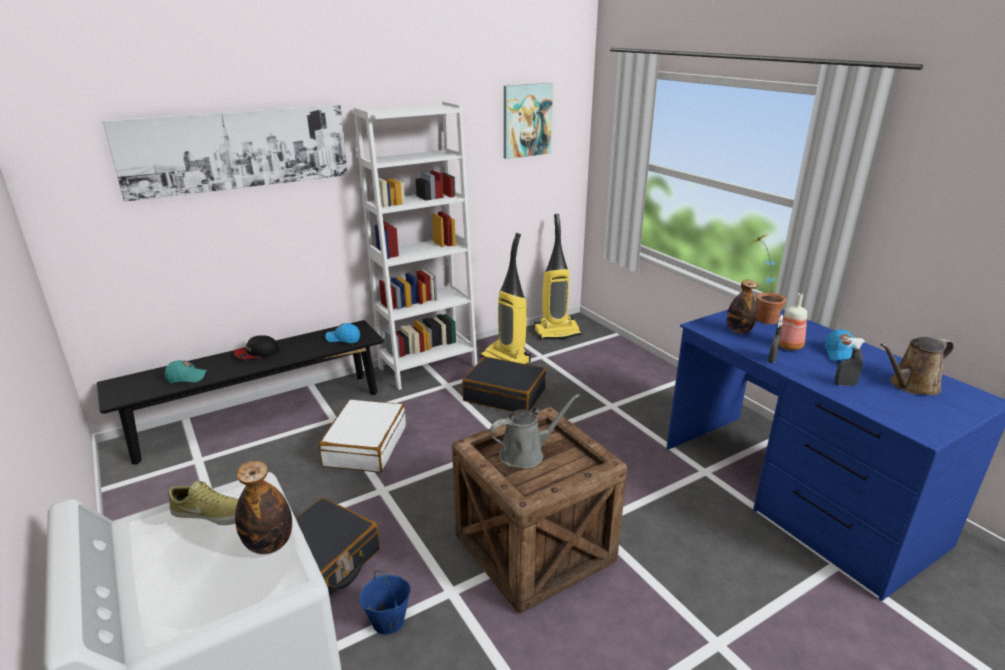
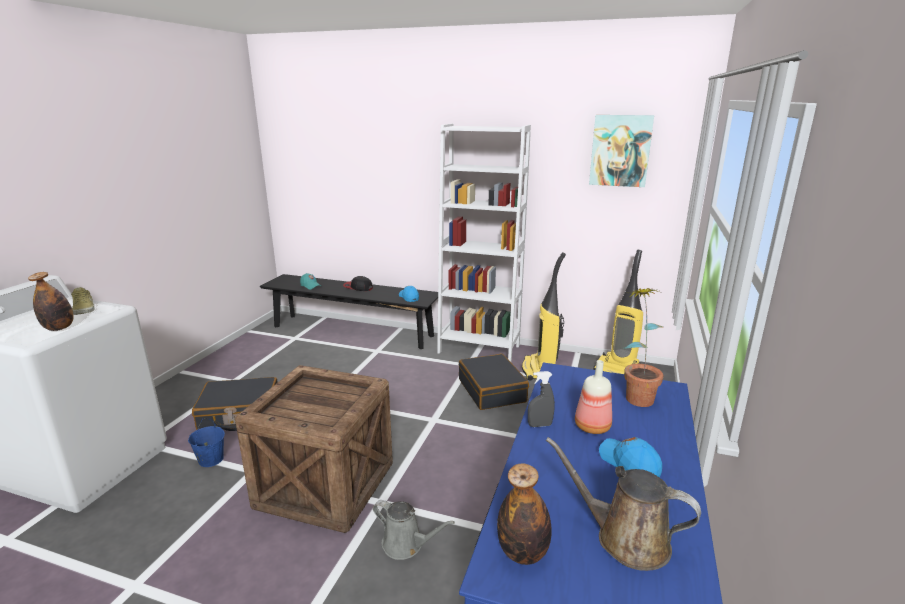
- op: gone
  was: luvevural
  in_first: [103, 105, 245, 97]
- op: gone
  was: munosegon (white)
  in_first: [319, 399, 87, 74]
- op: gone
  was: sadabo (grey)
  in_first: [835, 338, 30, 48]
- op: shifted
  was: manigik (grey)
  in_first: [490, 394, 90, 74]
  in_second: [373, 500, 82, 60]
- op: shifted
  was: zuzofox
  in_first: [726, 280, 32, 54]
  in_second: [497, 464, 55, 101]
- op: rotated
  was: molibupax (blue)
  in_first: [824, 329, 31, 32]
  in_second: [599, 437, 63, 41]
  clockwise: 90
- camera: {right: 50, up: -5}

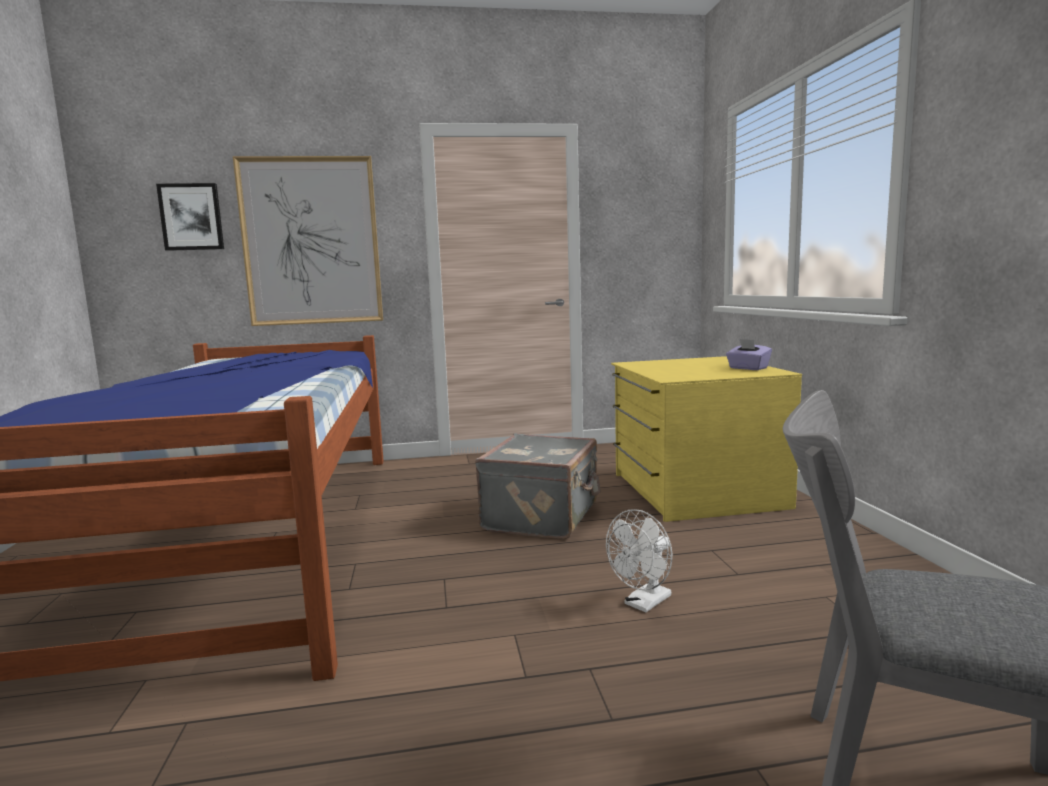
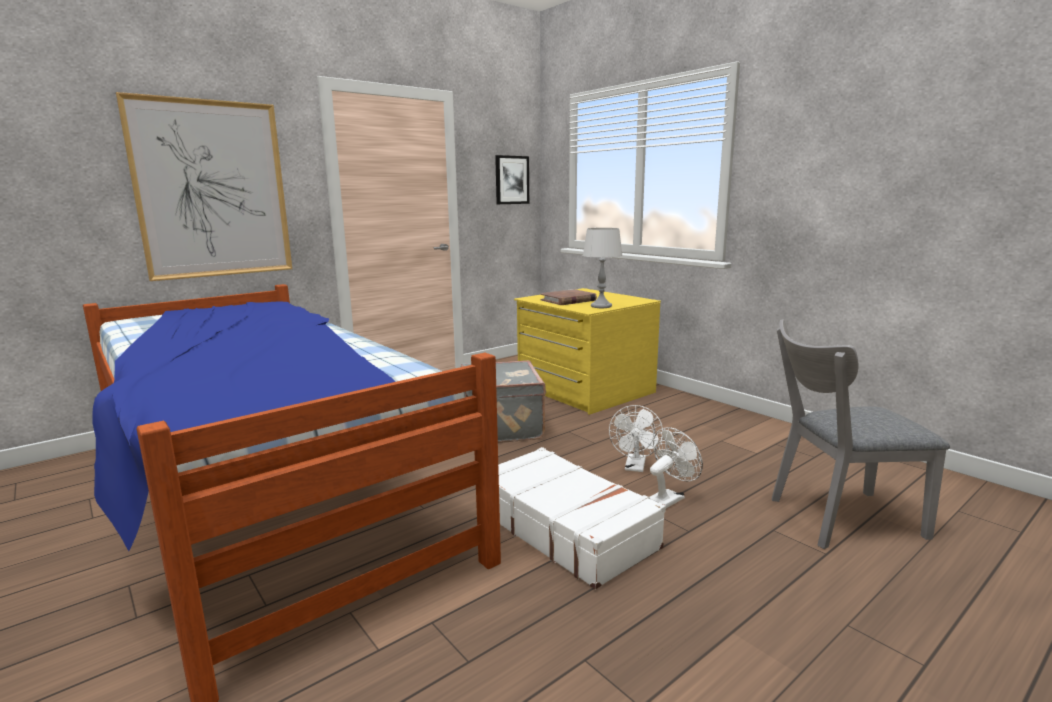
- op: gone
  was: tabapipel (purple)
  in_first: [726, 339, 46, 31]
- op: new
  now: munosegon (white)
  in_second: [498, 447, 168, 143]
- op: new
  now: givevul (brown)
  in_second: [540, 289, 57, 16]
- op: new
  now: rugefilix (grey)
  in_second: [582, 228, 41, 80]
- op: new
  now: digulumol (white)
  in_second: [650, 427, 53, 81]
- op: shifted
  was: luvevural
  in_first: [156, 183, 68, 68]
  in_second: [495, 155, 34, 49]
- camera: {right: -30, up: 5}

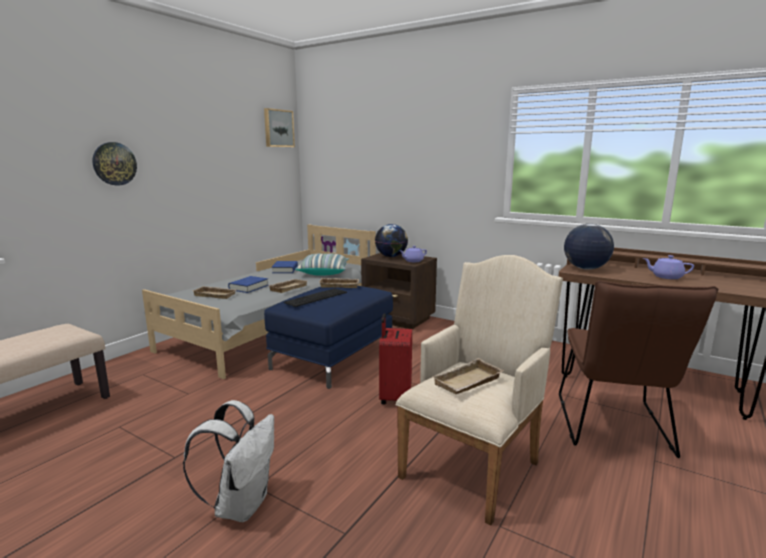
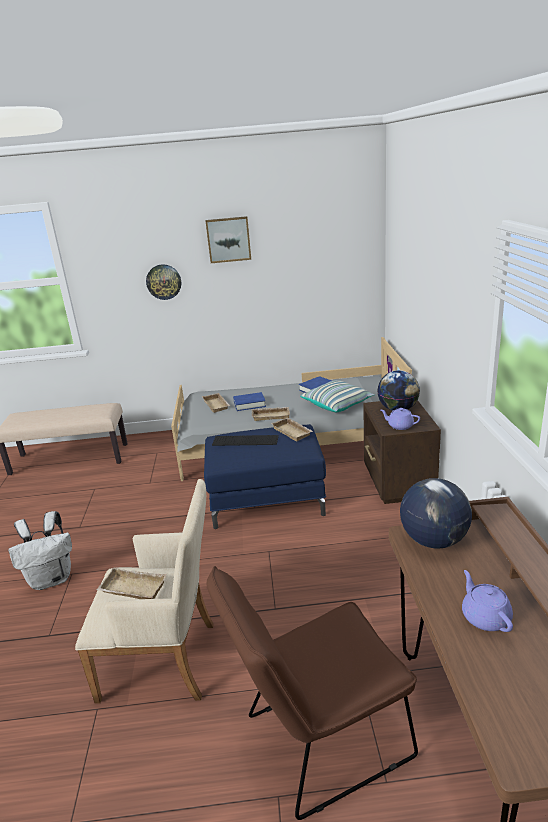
- op: gone
  was: munosegon (red)
  in_first: [379, 313, 33, 91]
- op: shifted
  was: luvevural
  in_first: [264, 108, 31, 39]
  in_second: [205, 216, 46, 47]
- camera: {right: 55, up: 10}

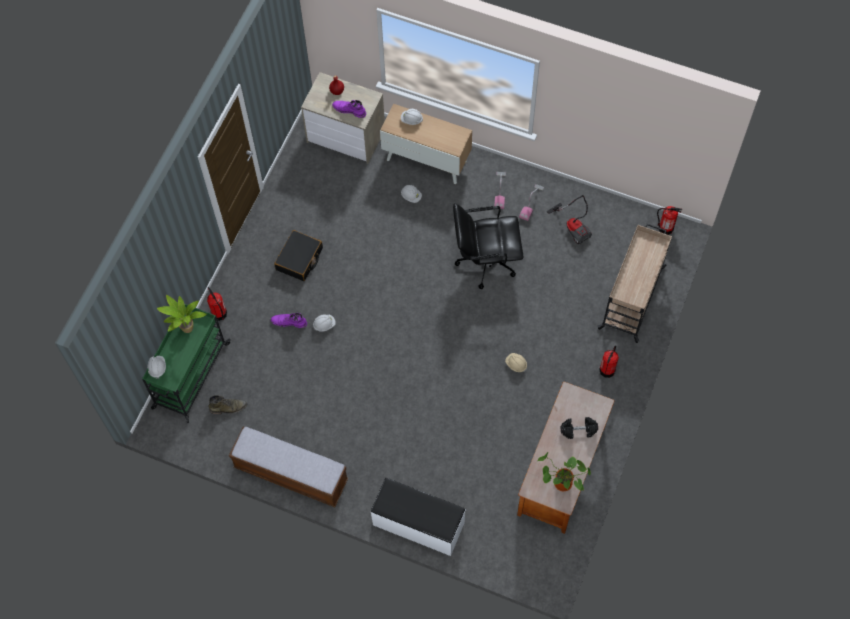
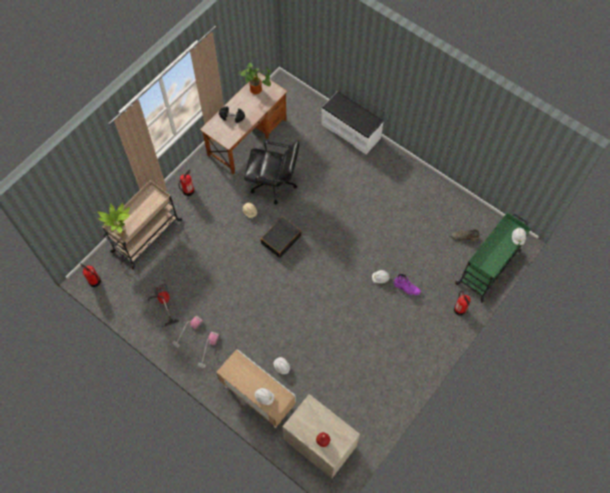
- op: gone
  was: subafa
  in_first: [229, 427, 119, 80]
- op: gone
  was: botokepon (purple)
  in_first: [332, 100, 34, 18]
- op: shifted
  was: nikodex
  in_first: [157, 295, 49, 38]
  in_second: [97, 203, 33, 34]
- op: shifted
  was: munosegon (black)
  in_first: [274, 230, 49, 51]
  in_second: [261, 216, 40, 42]
- op: shifted
  was: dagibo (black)
  in_first: [453, 203, 70, 86]
  in_second: [244, 141, 56, 63]
- camera: {right: -165, up: 0}

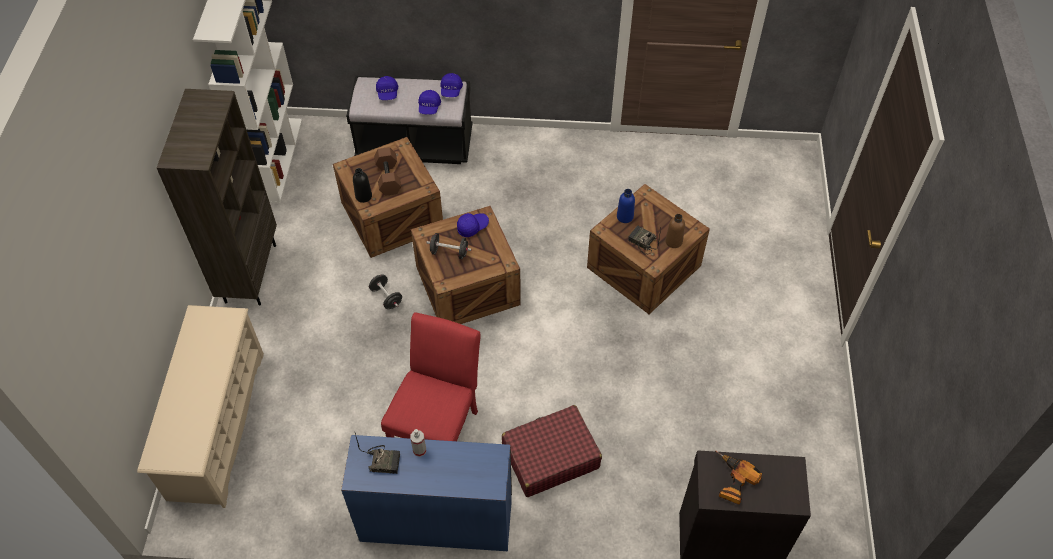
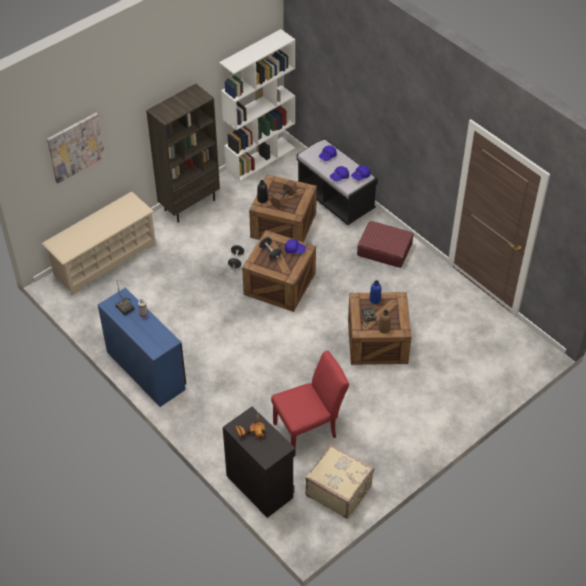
- op: new
  now: luvevural
  in_second: [47, 112, 58, 71]
- op: new
  now: munosegon (beige)
  in_second: [305, 444, 69, 75]
- op: shifted
  was: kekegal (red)
  in_first: [381, 312, 99, 129]
  in_second: [271, 350, 78, 98]
- op: shifted
  was: munosegon (red)
  in_first: [502, 405, 100, 92]
  in_second: [357, 221, 57, 47]
- camera: {right: 45, up: -5}

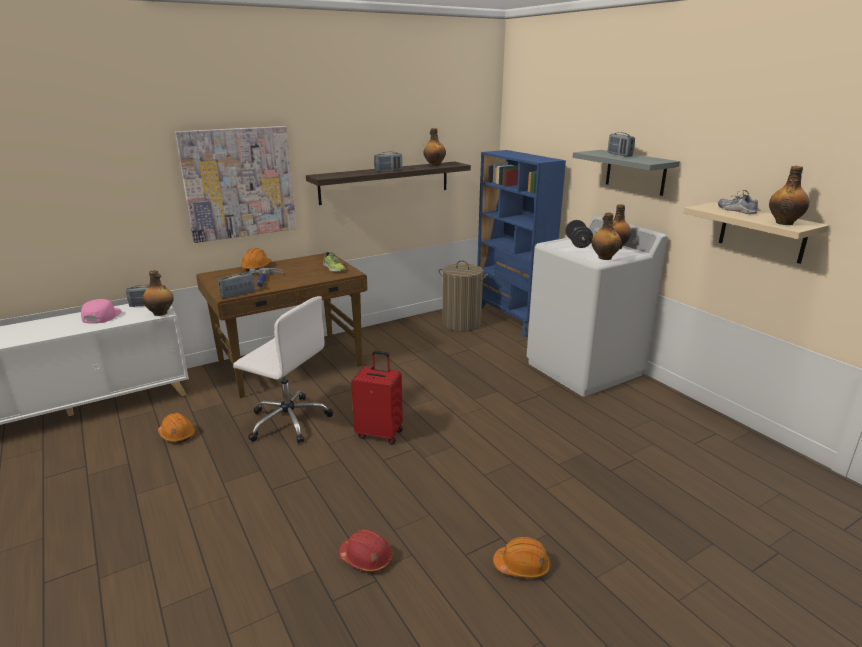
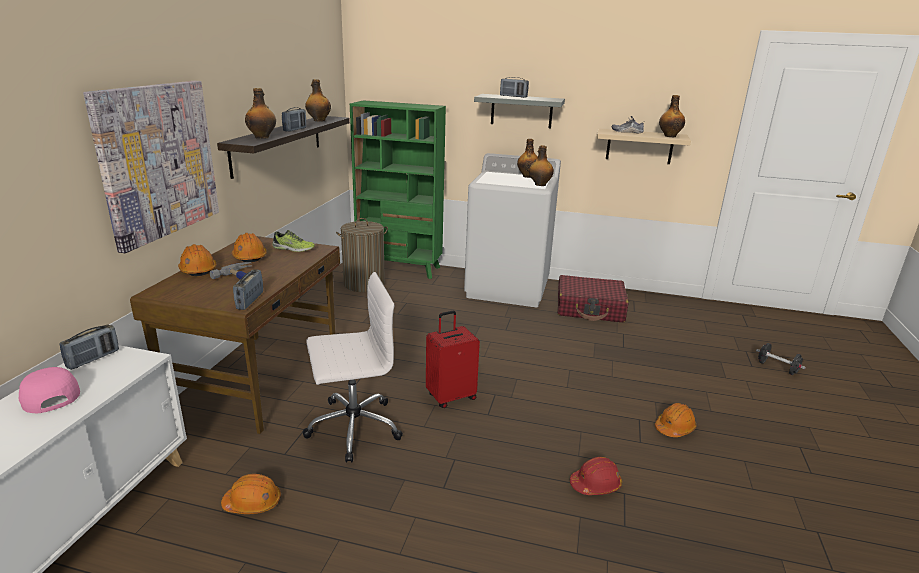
- op: new
  now: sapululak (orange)
  in_second: [232, 233, 35, 29]
- op: new
  now: munosegon (red)
  in_second: [558, 275, 71, 47]
- op: shifted
  was: zuzofox
  in_first: [142, 270, 32, 46]
  in_second: [245, 88, 31, 51]
- op: shifted
  was: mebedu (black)
  in_first: [565, 220, 28, 28]
  in_second: [756, 343, 50, 32]
- op: repainted
  was: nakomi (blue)
  now: nakomi (green)
  in_first: [477, 150, 89, 187]
  in_second: [350, 100, 96, 179]
- camera: {right: -45, up: 0}

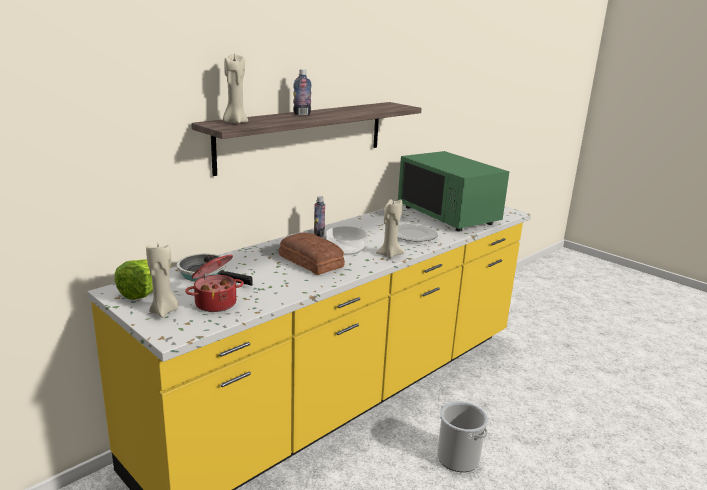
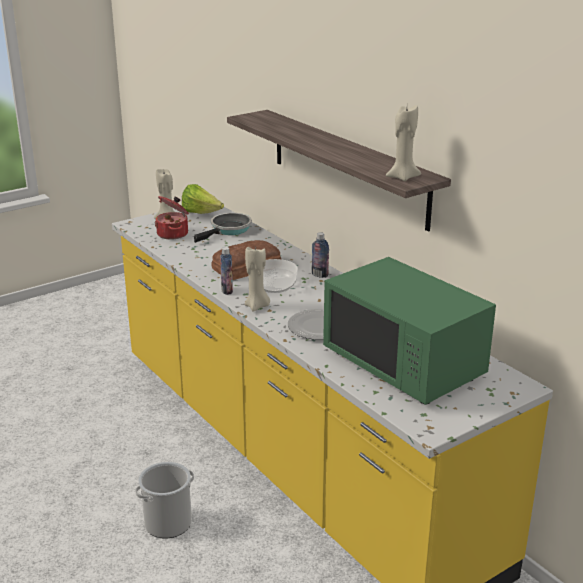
- op: shifted
  was: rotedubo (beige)
  in_first: [223, 54, 25, 69]
  in_second: [386, 105, 35, 76]
- op: shifted
  was: zuzofox
  in_first: [293, 69, 19, 46]
  in_second: [220, 247, 13, 48]
- op: rotated
  was: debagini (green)
  in_first: [398, 151, 112, 80]
  in_second: [323, 257, 173, 148]
  clockwise: -105
- camera: {right: 100, up: 5}

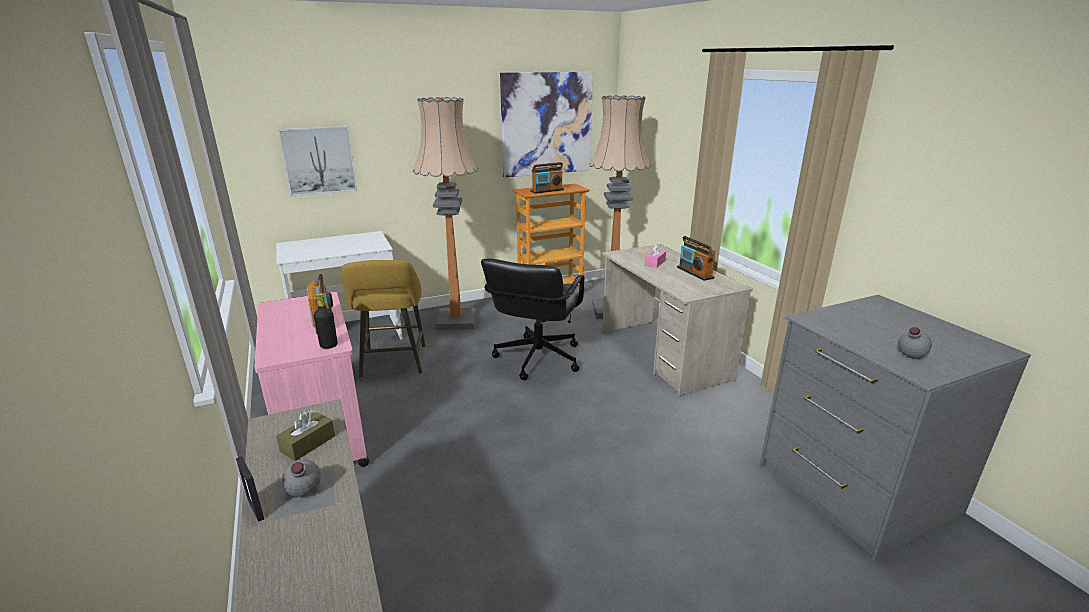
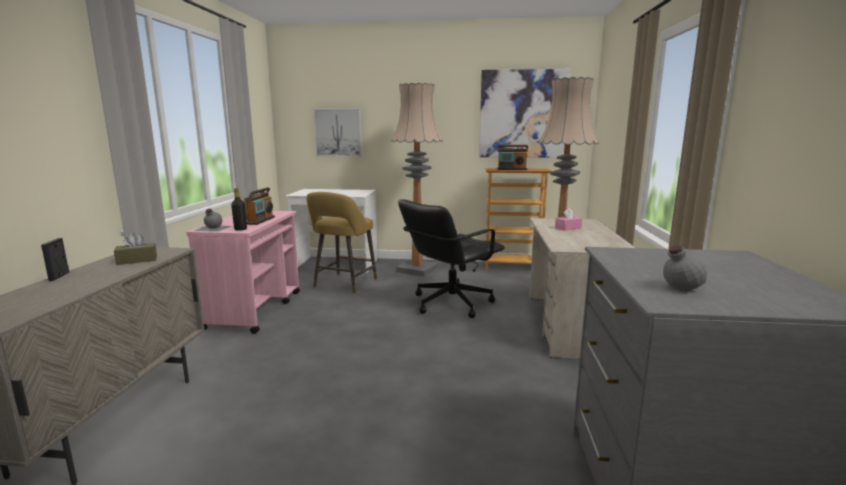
- op: gone
  was: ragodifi
  in_first: [677, 236, 38, 45]
- op: shifted
  was: zuzofox (grey)
  in_first: [273, 460, 62, 60]
  in_second: [194, 209, 38, 23]
- camera: {right: 30, up: -10}

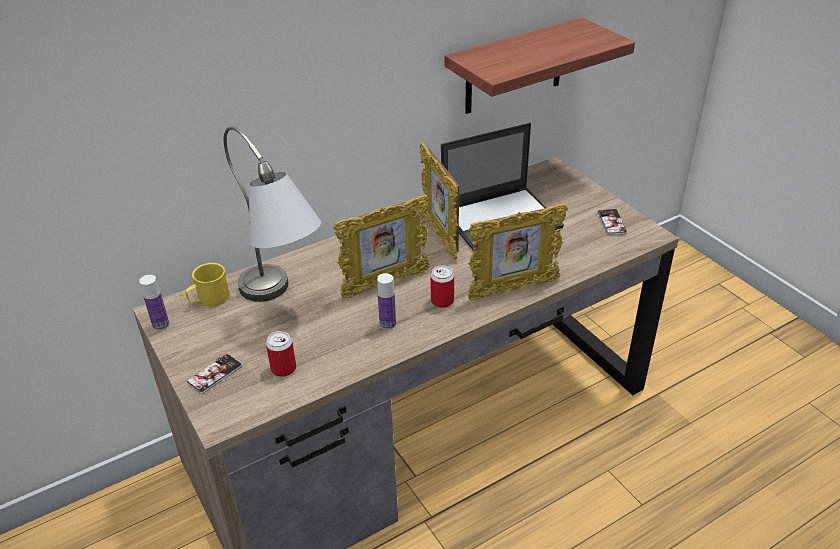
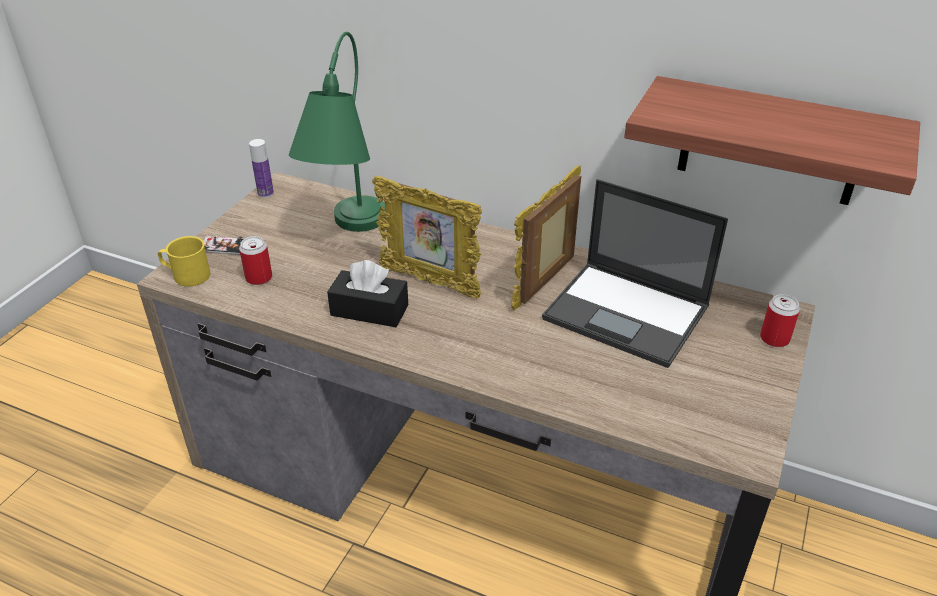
- op: gone
  was: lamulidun
  in_first: [468, 204, 100, 96]
- op: gone
  was: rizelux
  in_first: [597, 209, 30, 26]
- op: shifted
  was: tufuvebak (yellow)
  in_first: [185, 263, 44, 44]
  in_second: [158, 236, 52, 51]
- op: shifted
  was: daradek
  in_first: [430, 265, 24, 43]
  in_second: [760, 294, 40, 53]
- op: swapped
  was: zuzofox
  now: tabapipel (black)
  in_first: [377, 273, 19, 57]
  in_second: [327, 260, 81, 67]
- op: repainted
  was: rugefilix (grey)
  now: rugefilix (green)
  in_first: [224, 127, 97, 175]
  in_second: [289, 32, 97, 200]
- camera: {right: 55, up: 0}

